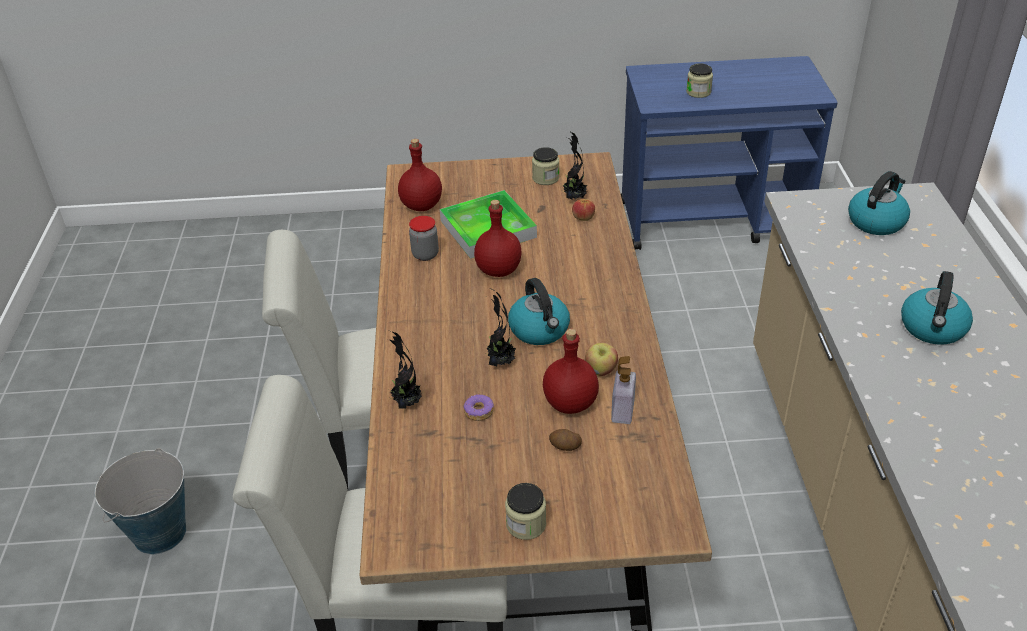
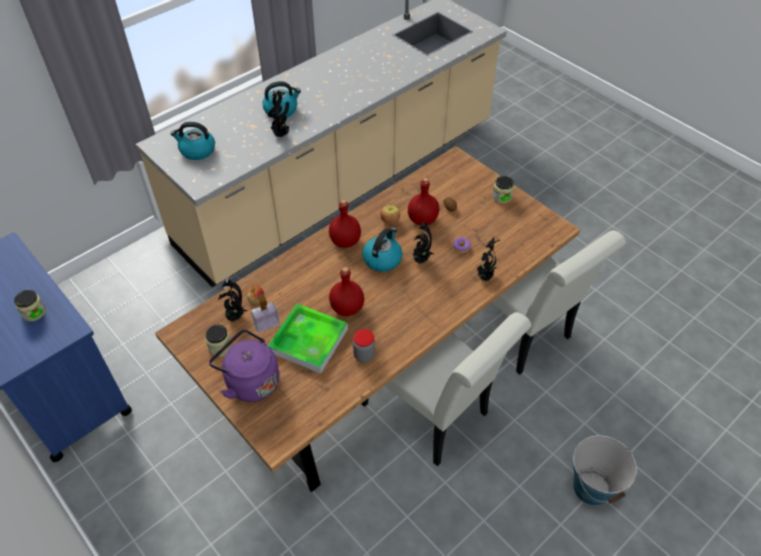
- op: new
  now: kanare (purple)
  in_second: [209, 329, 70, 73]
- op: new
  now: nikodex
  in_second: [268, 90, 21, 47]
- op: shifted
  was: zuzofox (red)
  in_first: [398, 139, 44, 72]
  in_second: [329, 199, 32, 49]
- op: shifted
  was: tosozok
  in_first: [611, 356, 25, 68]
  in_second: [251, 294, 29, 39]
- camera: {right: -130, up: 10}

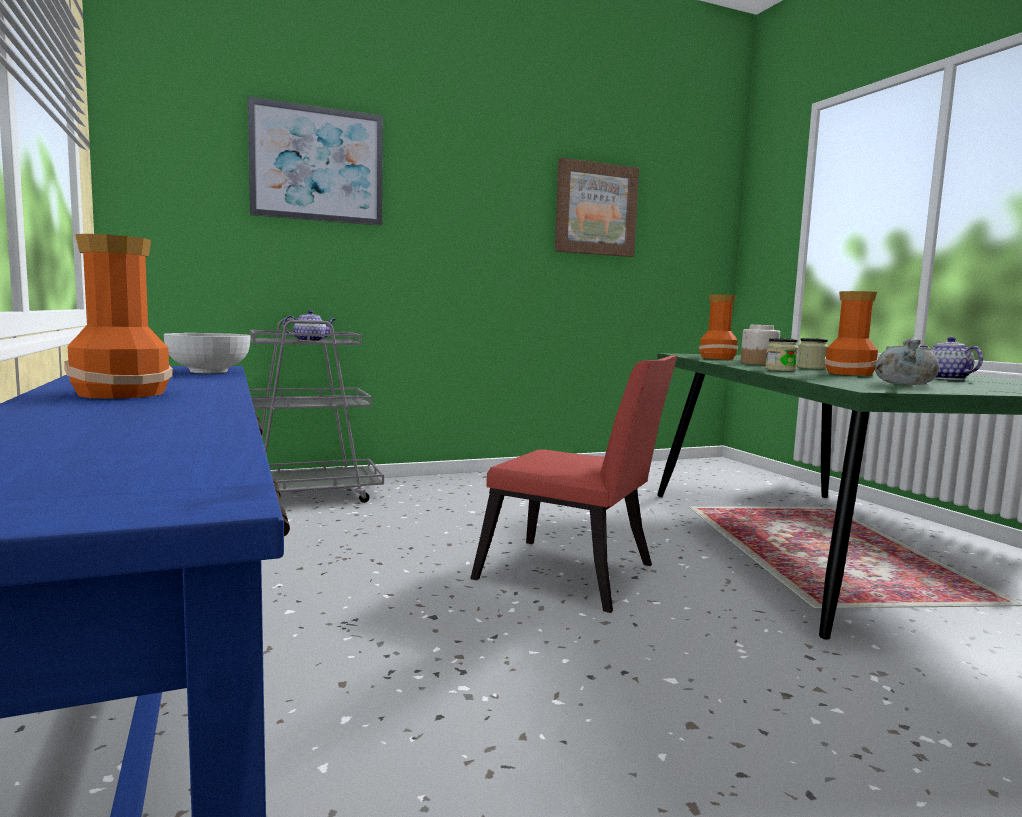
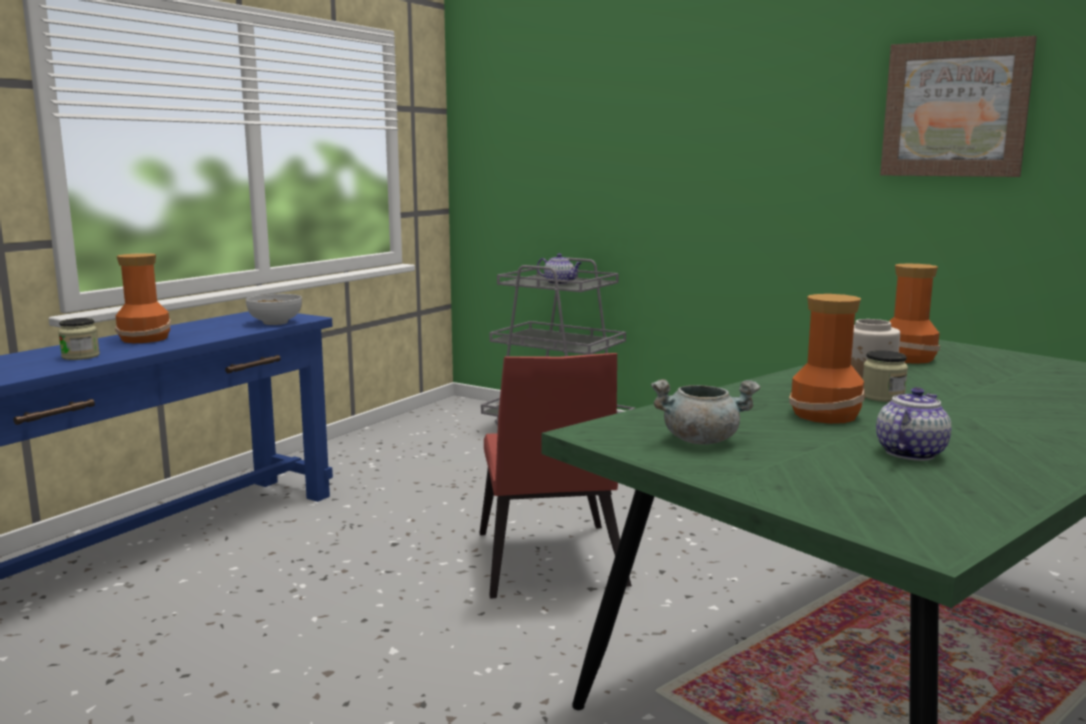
- op: gone
  was: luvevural
  in_first: [248, 96, 135, 130]
- op: shifted
  was: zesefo
  in_first: [765, 338, 34, 33]
  in_second: [58, 318, 42, 42]
- camera: {right: 55, up: 5}

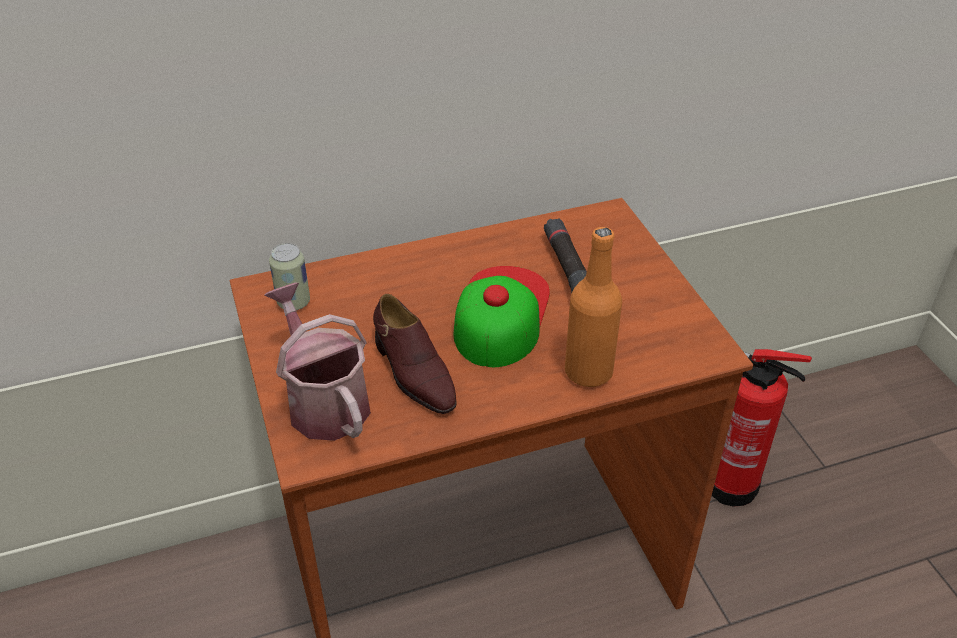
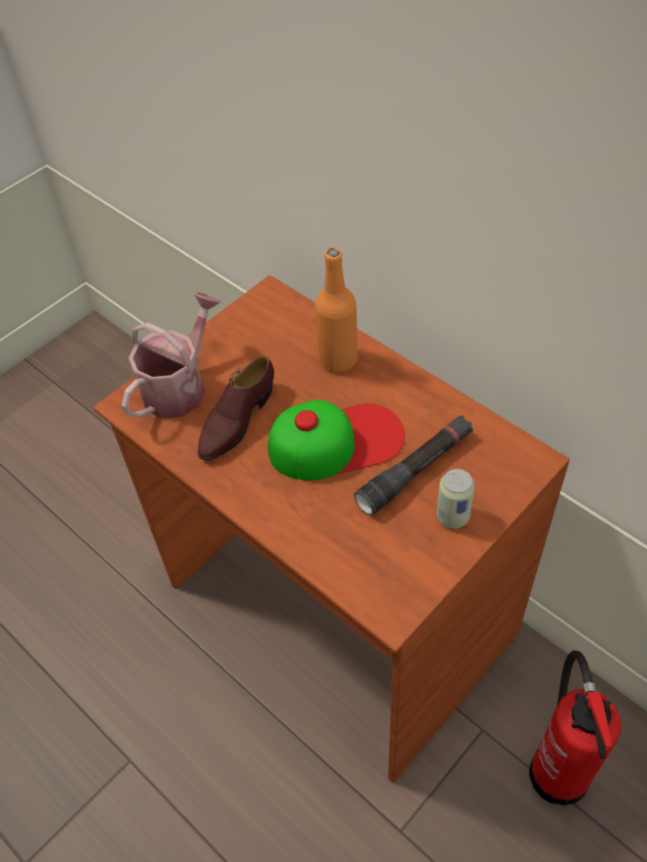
- op: shifted
  was: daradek
  in_first: [269, 243, 41, 67]
  in_second: [437, 469, 38, 60]
- op: shifted
  was: zuzofox (orange)
  in_first: [565, 227, 57, 160]
  in_second: [315, 248, 43, 124]
- camera: {right: 65, up: 10}

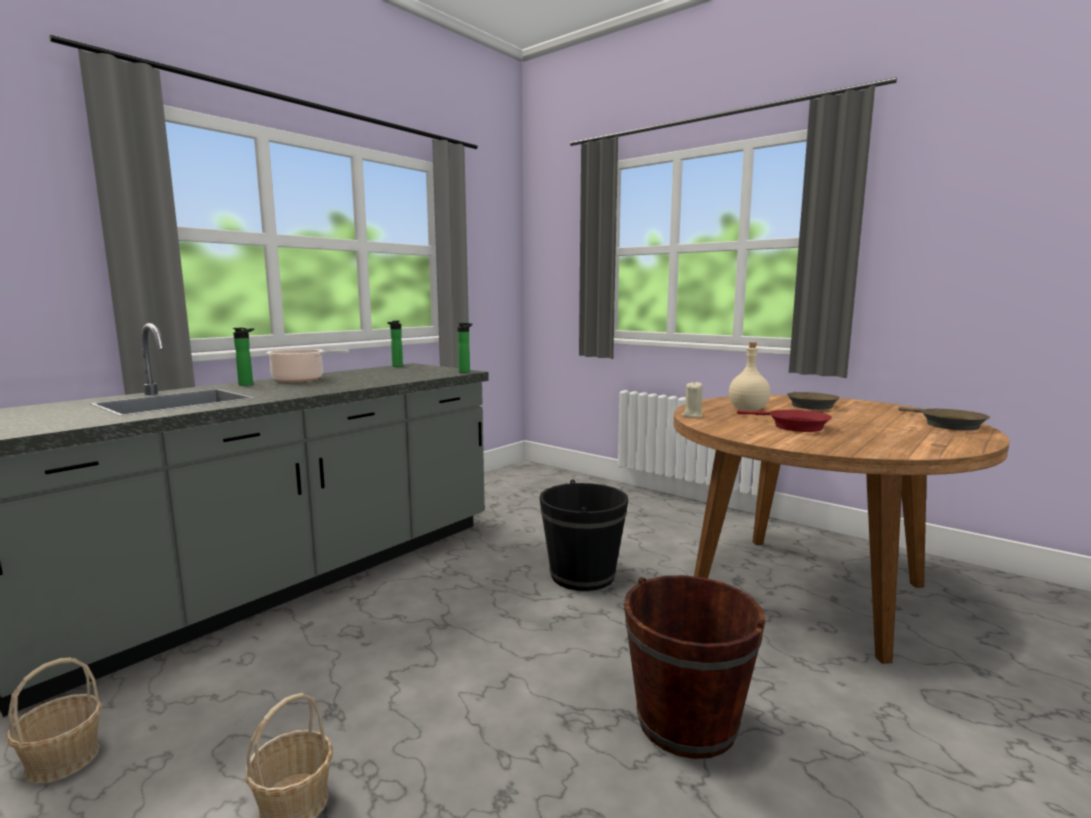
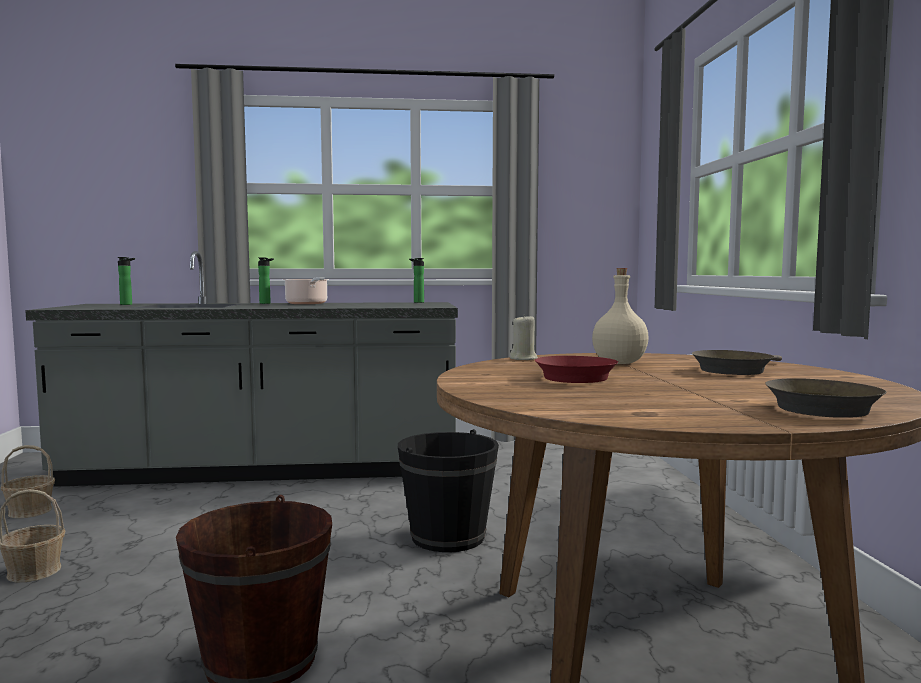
- op: shifted
  was: zuzofox
  in_first: [457, 323, 16, 50]
  in_second: [117, 257, 18, 48]
- camera: {right: 45, up: -5}

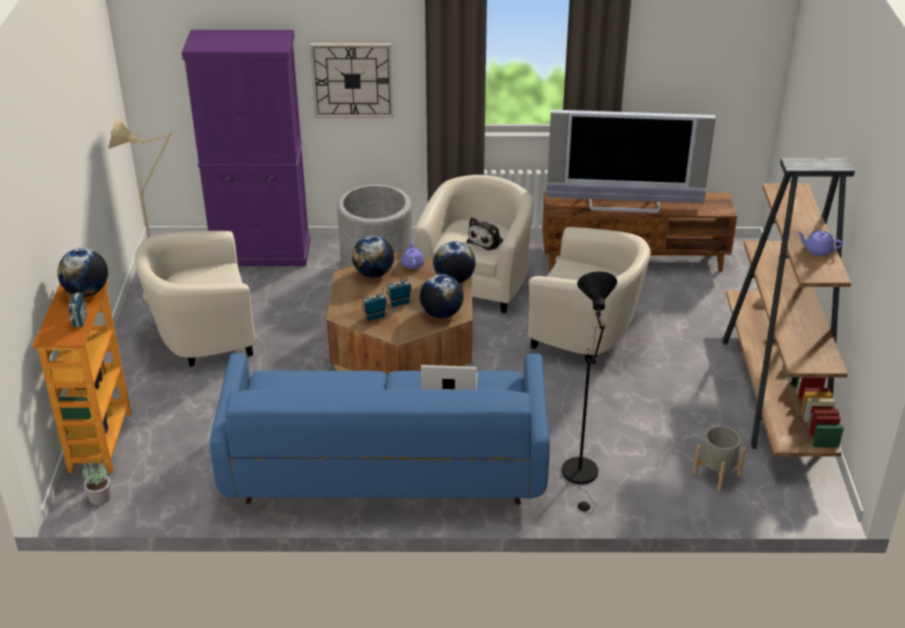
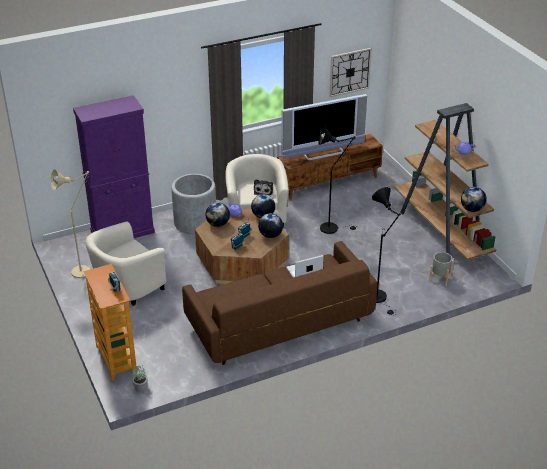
- op: shifted
  was: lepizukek
  in_first: [57, 248, 51, 49]
  in_second: [461, 187, 26, 25]
- op: shifted
  was: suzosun
  in_first: [310, 43, 84, 75]
  in_second: [329, 48, 43, 49]
- op: swapped
  was: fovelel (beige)
  now: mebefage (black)
  in_first: [528, 227, 122, 137]
  in_second: [318, 127, 38, 107]
- op: repainted
  was: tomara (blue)
  now: tomara (brown)
  in_first: [210, 353, 340, 152]
  in_second: [182, 241, 195, 124]
- camera: {right: -25, up: 0}

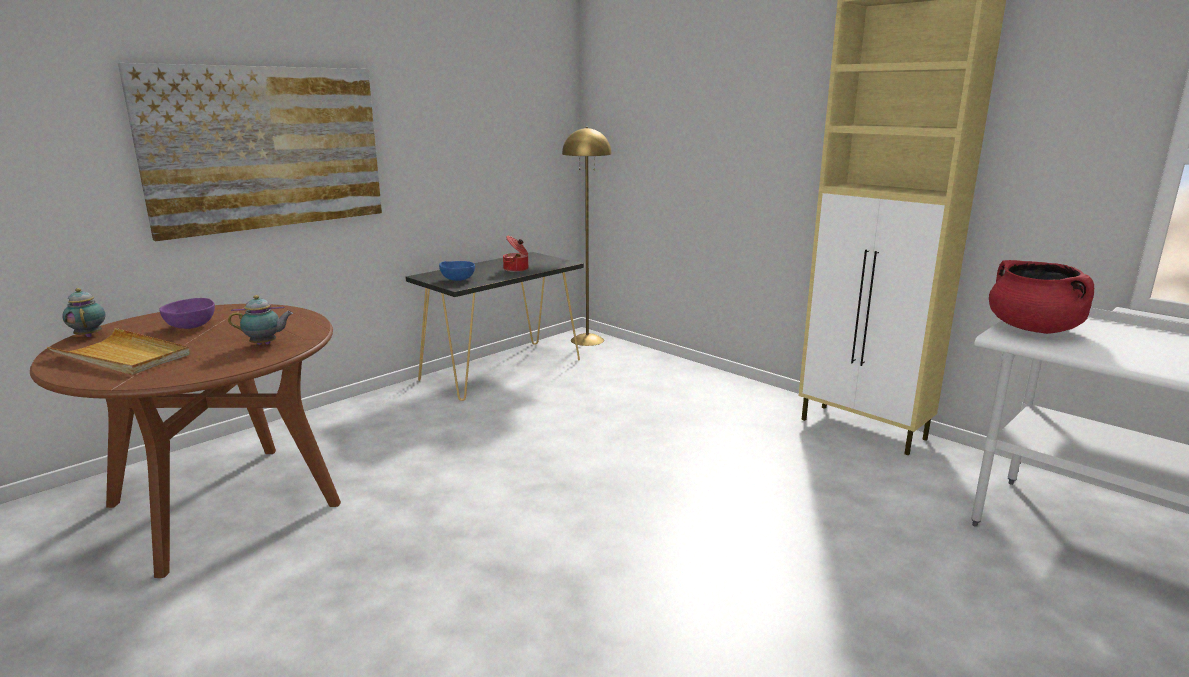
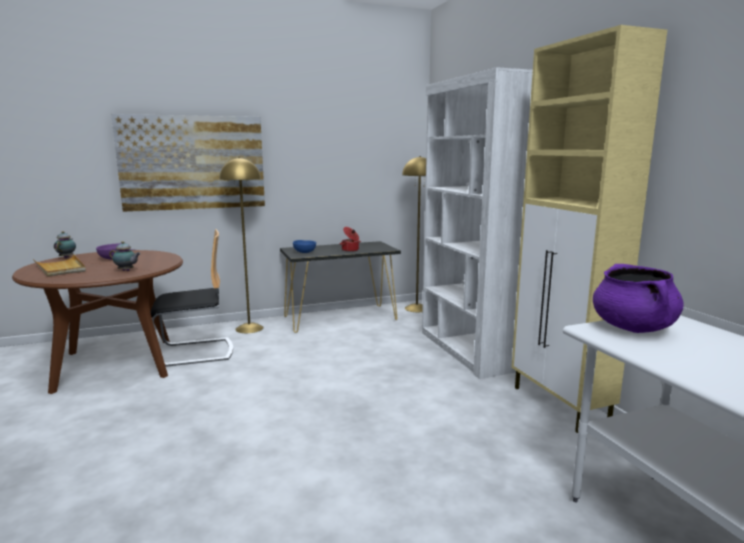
- op: new
  now: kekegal
  in_second: [150, 229, 83, 138]
- op: new
  now: mebefage (yellow)
  in_second: [220, 157, 43, 176]
- op: new
  now: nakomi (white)
  in_second: [422, 67, 111, 312]
- op: repainted
  was: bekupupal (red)
  now: bekupupal (purple)
  in_first: [989, 260, 105, 74]
  in_second: [593, 264, 91, 69]
- camera: {right: 25, up: -5}

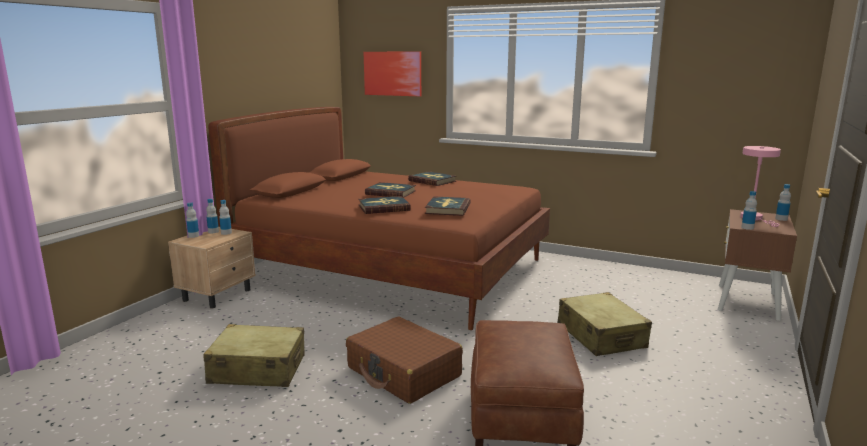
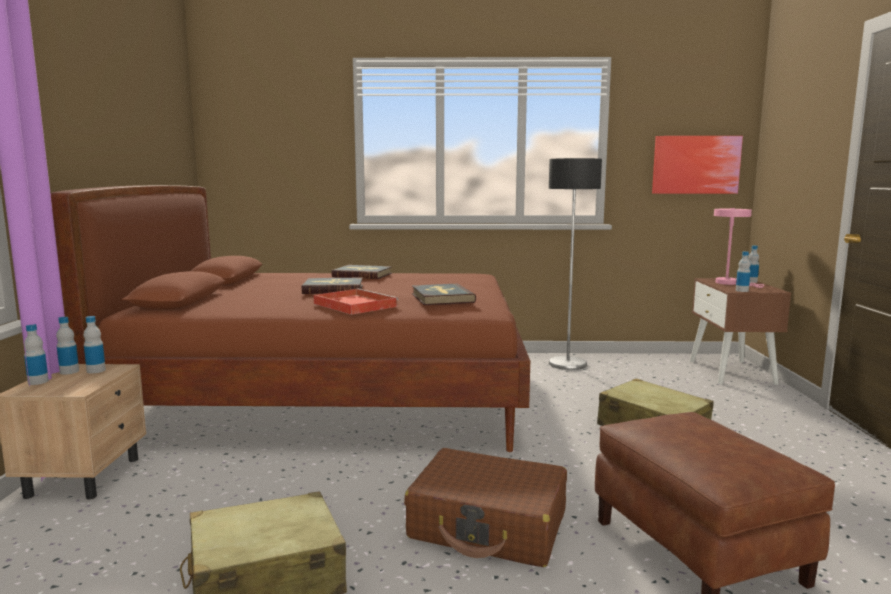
- op: new
  now: mebefage
  in_second: [549, 158, 53, 212]
- op: shifted
  was: luvevural
  in_first: [364, 51, 57, 46]
  in_second: [652, 136, 91, 58]
- op: swapped
  was: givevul
  now: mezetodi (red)
  in_first: [358, 196, 53, 18]
  in_second: [314, 289, 85, 26]
- camera: {right: -25, up: -5}

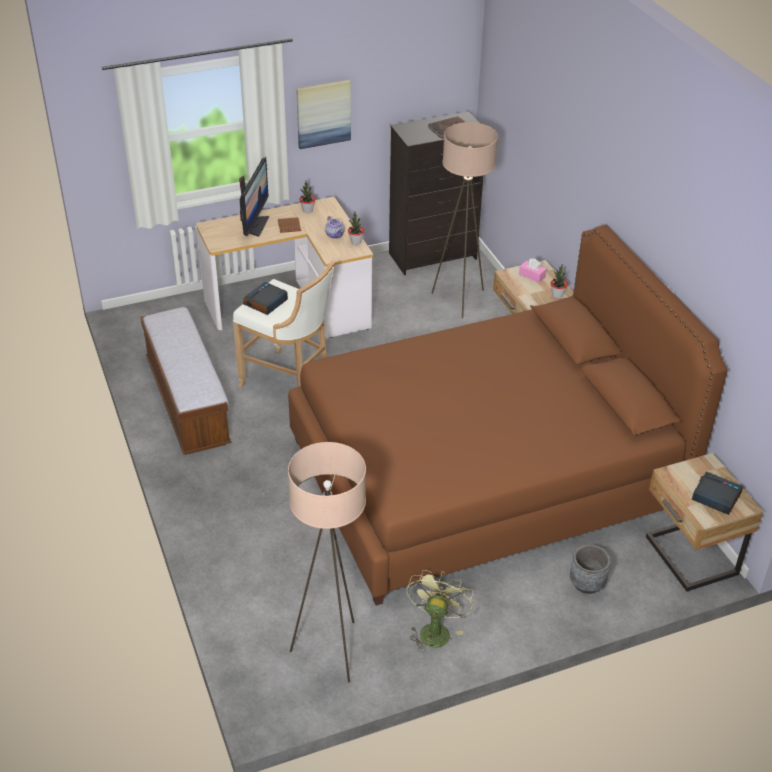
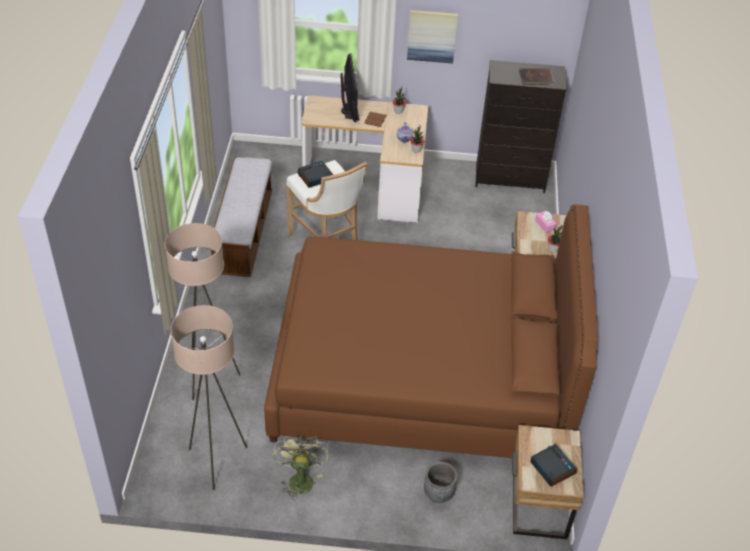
- op: shifted
  was: mebefage (beige)
  in_first: [432, 122, 66, 196]
  in_second: [164, 223, 76, 177]
- op: rotated
  was: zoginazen
  in_first: [239, 157, 30, 80]
  in_second: [340, 53, 20, 69]
  clockwise: -45
- op: rotated
  was: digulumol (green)
  in_first: [406, 570, 67, 83]
  in_second: [273, 434, 56, 66]
  clockwise: -45
- camera: {right: 25, up: 5}

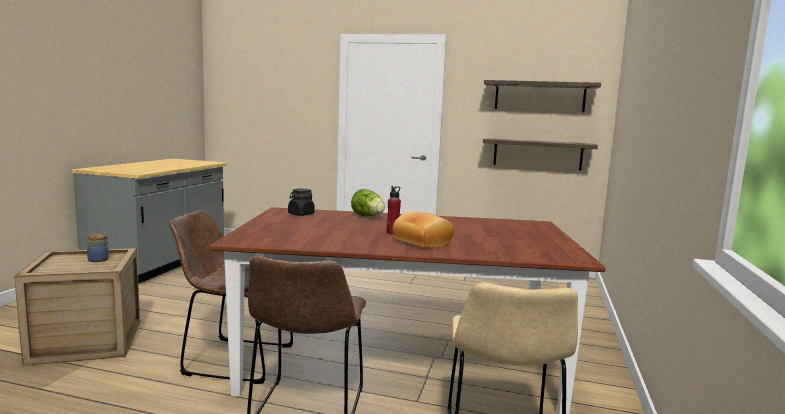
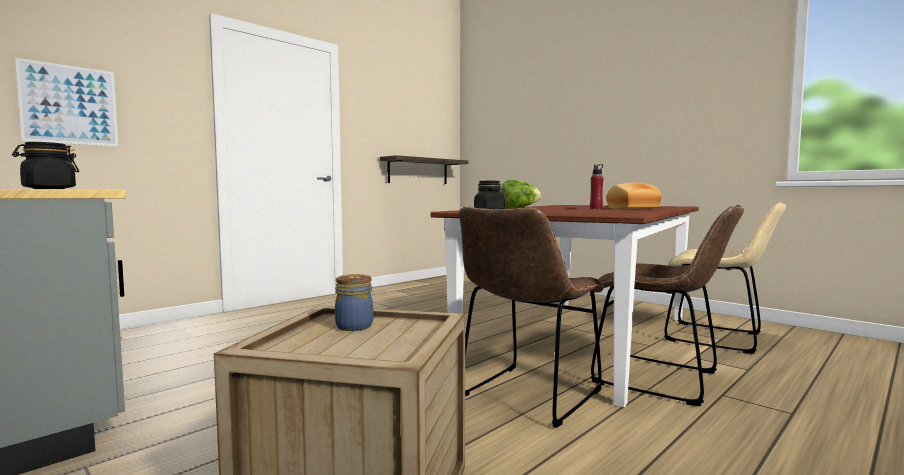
- op: gone
  was: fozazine
  in_first: [484, 80, 117, 32]
- op: new
  now: zesefo (black)
  in_second: [12, 142, 67, 47]
- op: new
  now: luvevural
  in_second: [15, 58, 103, 89]
- camera: {right: -60, up: -5}

